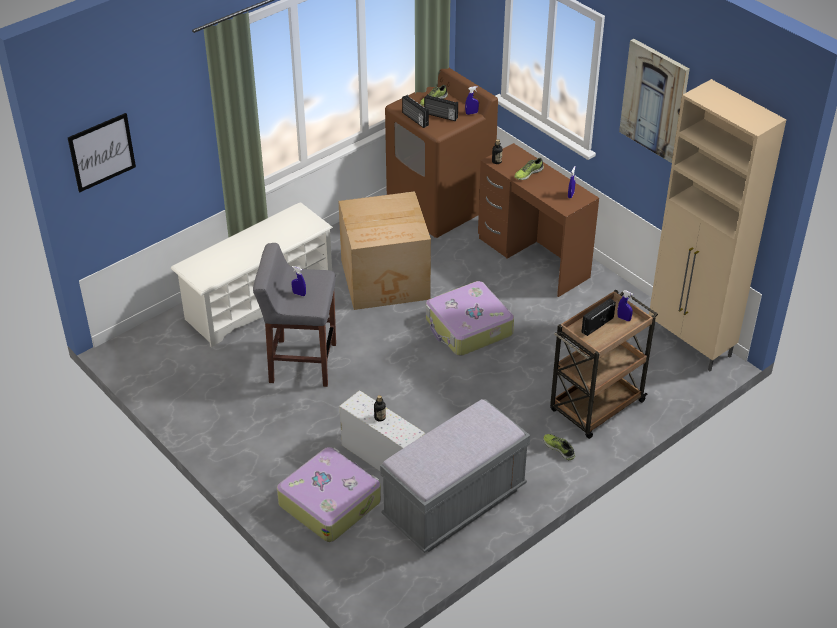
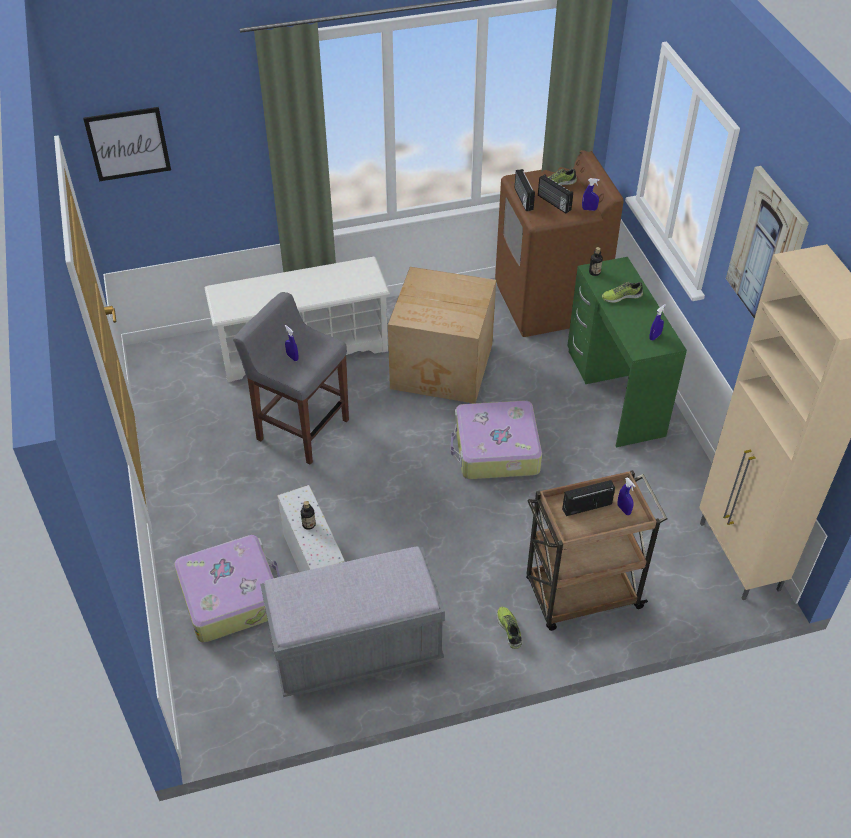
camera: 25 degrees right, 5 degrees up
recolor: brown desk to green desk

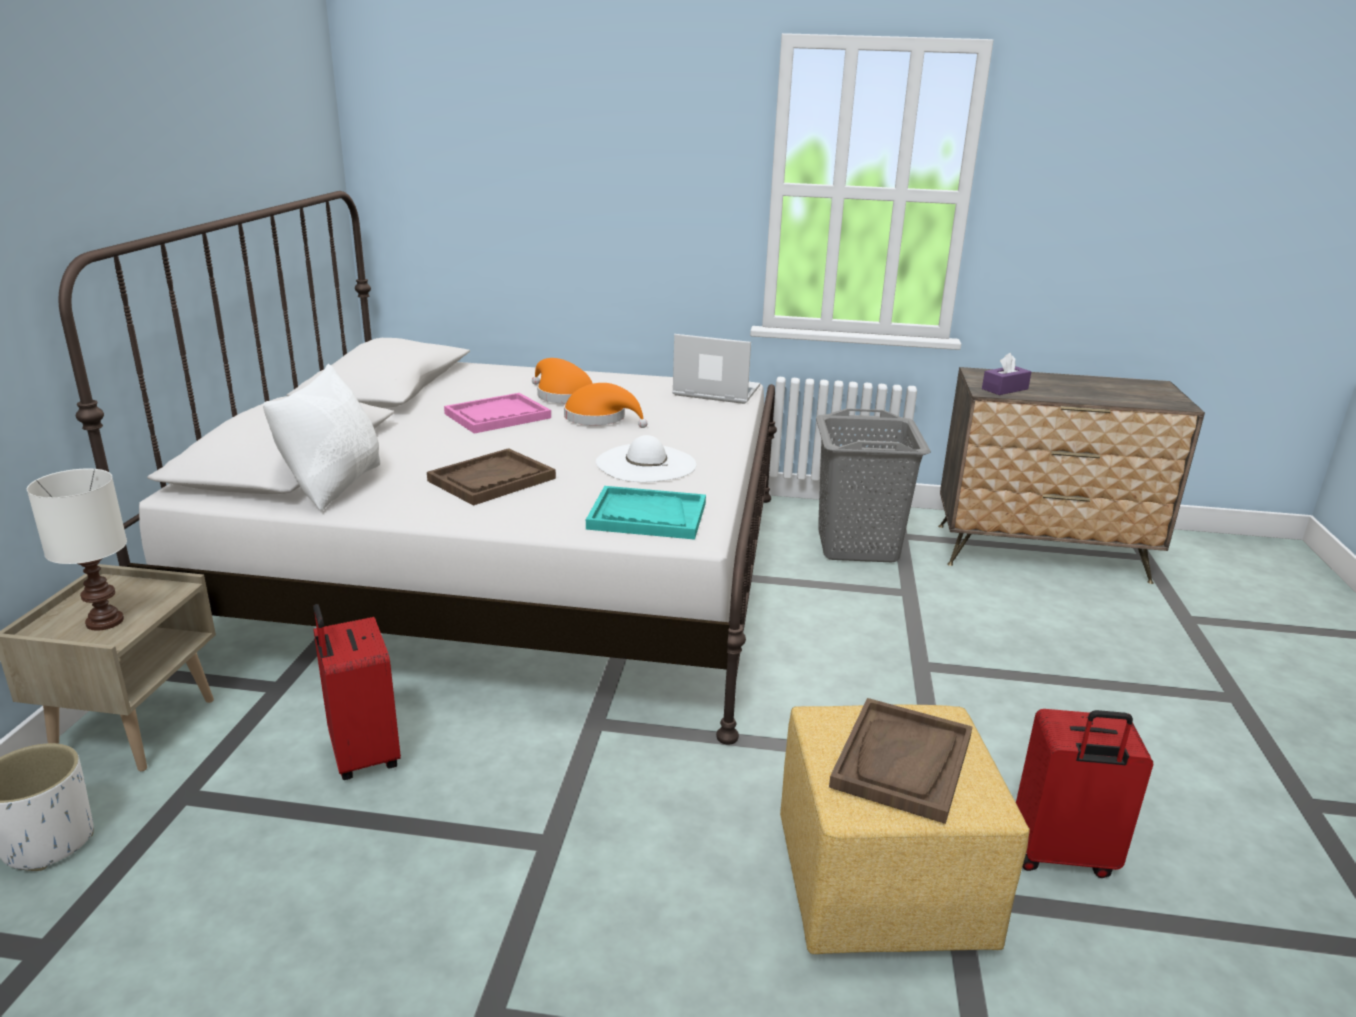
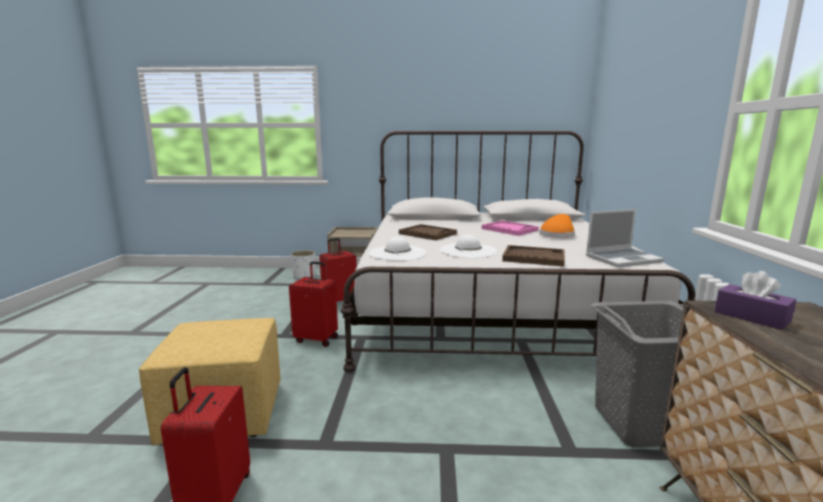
camera: 85 degrees right, 10 degrees down
delete: white table lamp; white pillow; orange hat (2nd from left)
insert: red suitcase (2nd from left)
move: brown tray (2nd from left)
replace: turquoise tray to white hat (1st from left)
rotate: laptop 60 degrees clockwise

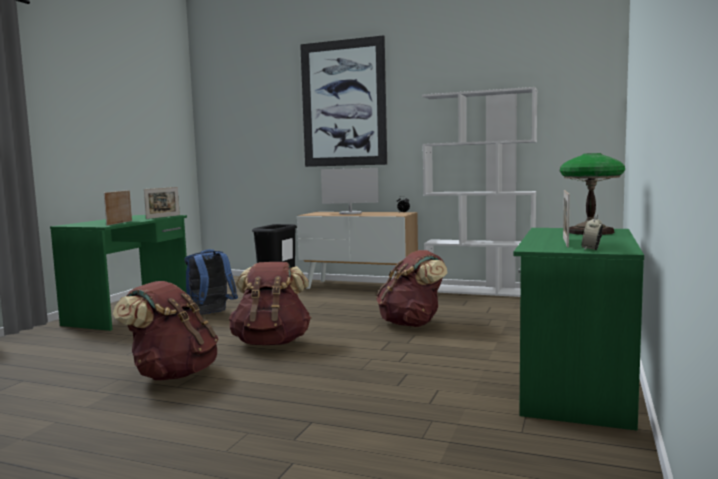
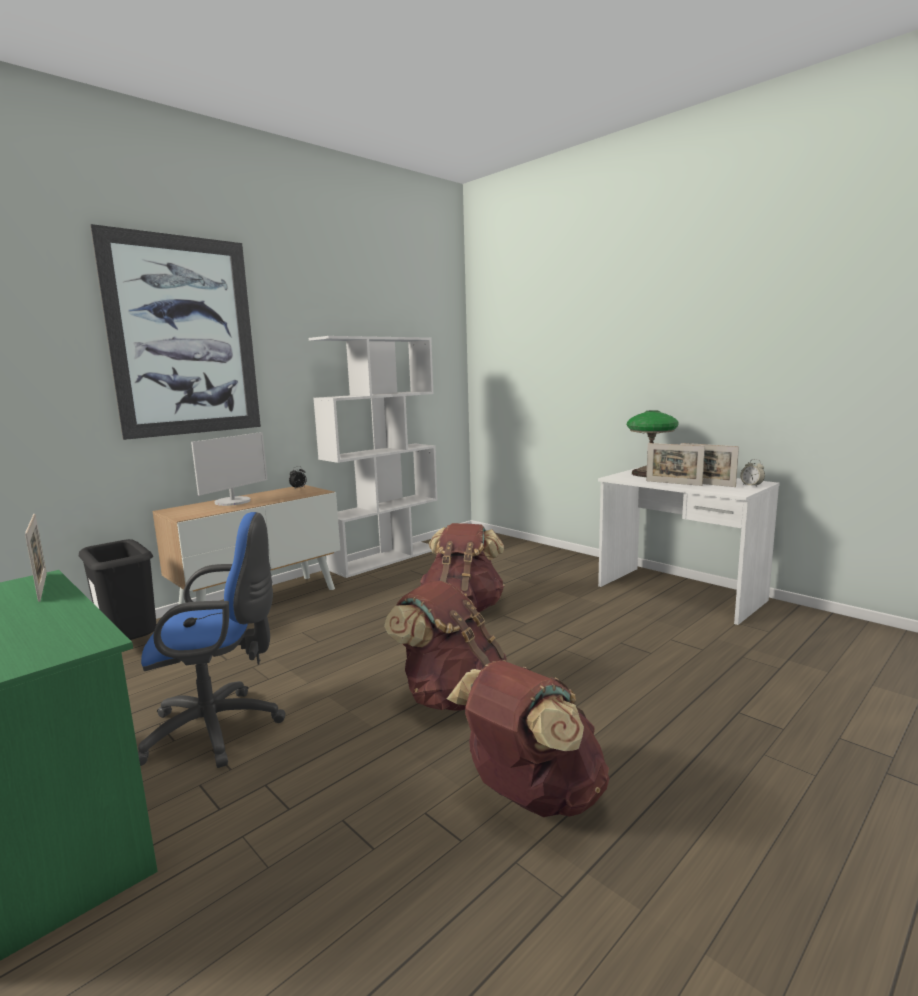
camera: 65 degrees left, 5 degrees up
move: picture frame (1st from left in the first image) to picture frame (2nd from left)
replace: blue backpack to blue office chair
recolor: green desk (2nd from left) to white desk

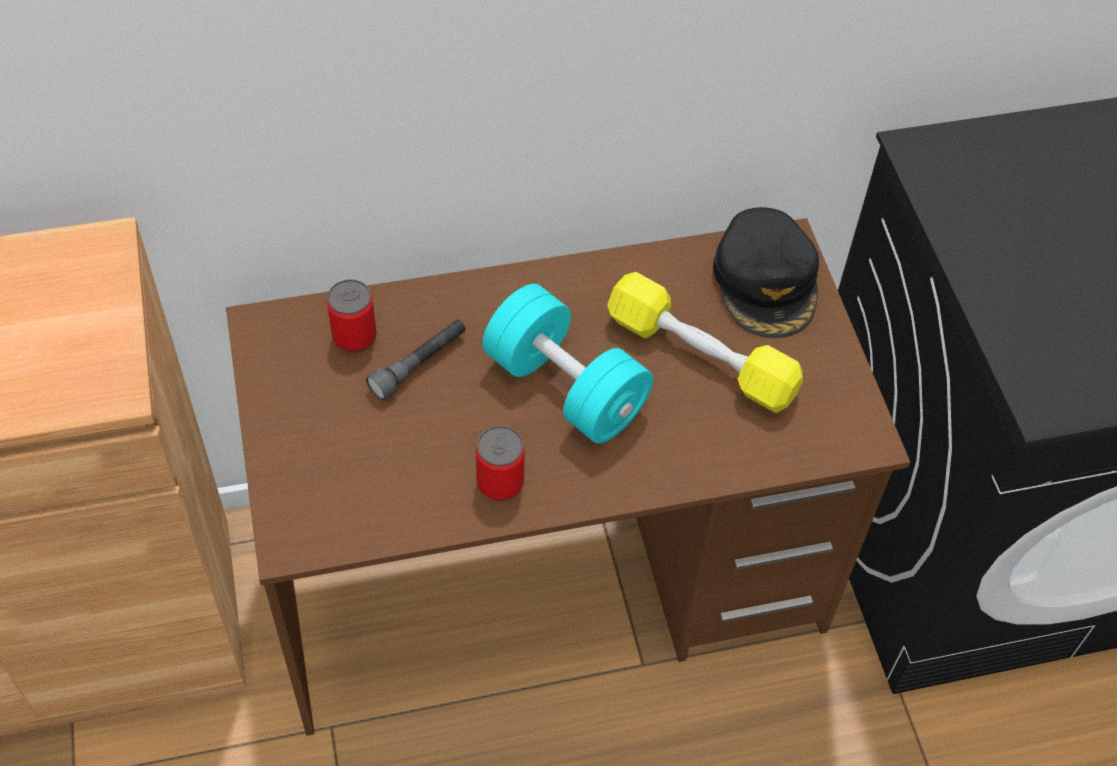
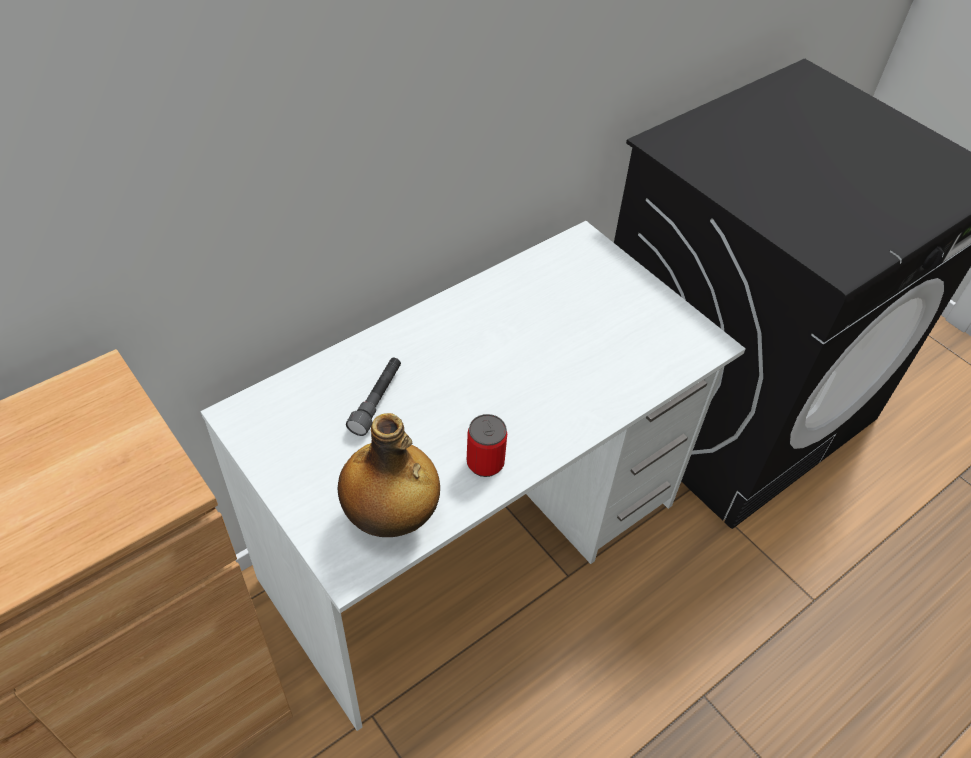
camera: 25 degrees left, 5 degrees down
delete: can (1st from left); turquoise dumbbell; yellow dumbbell; black cap
insert: bottle
recolor: brown desk to white desk

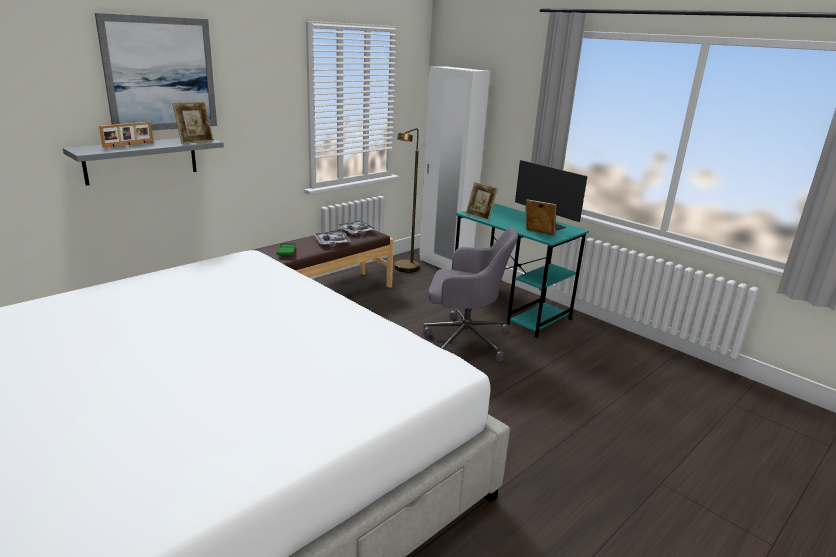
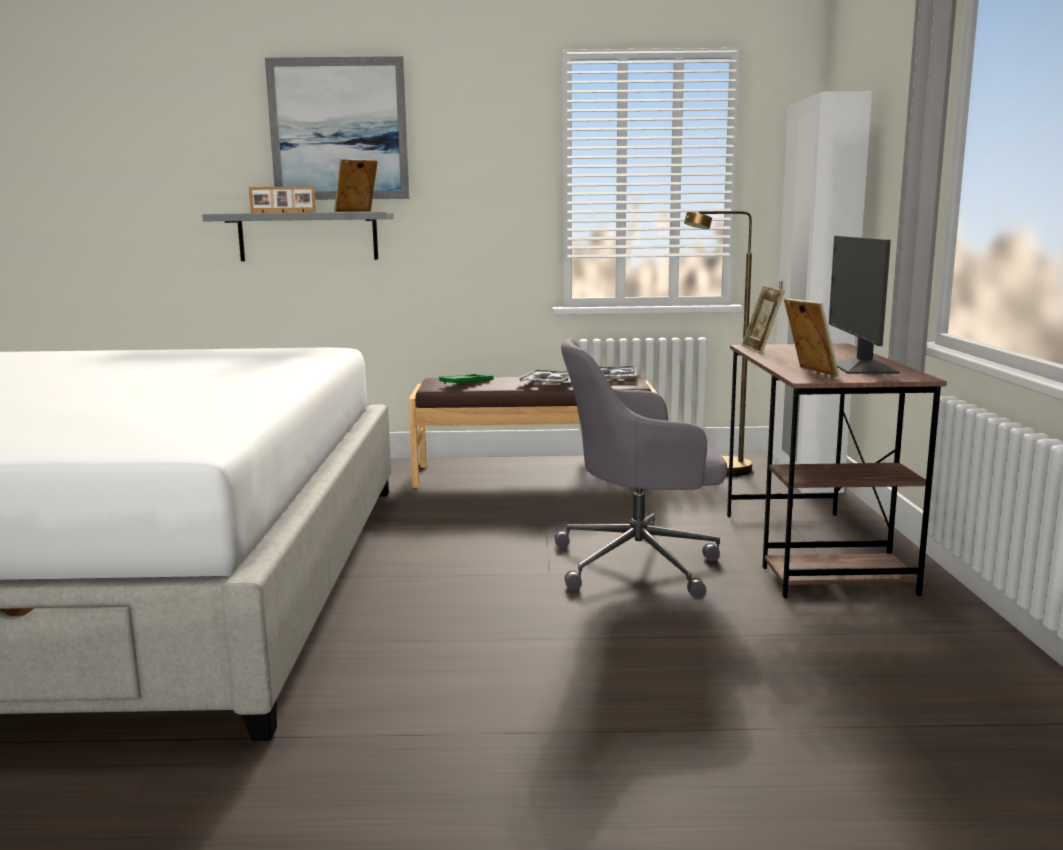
camera: 45 degrees right, 10 degrees down
recolor: turquoise desk to brown desk
rotate: picture frame (2nd from left) 135 degrees clockwise; grey office chair 120 degrees clockwise

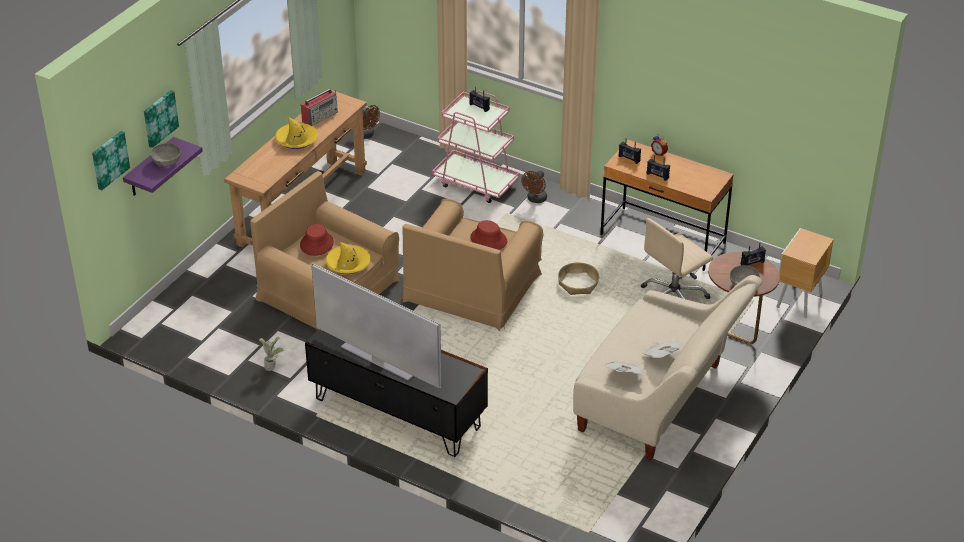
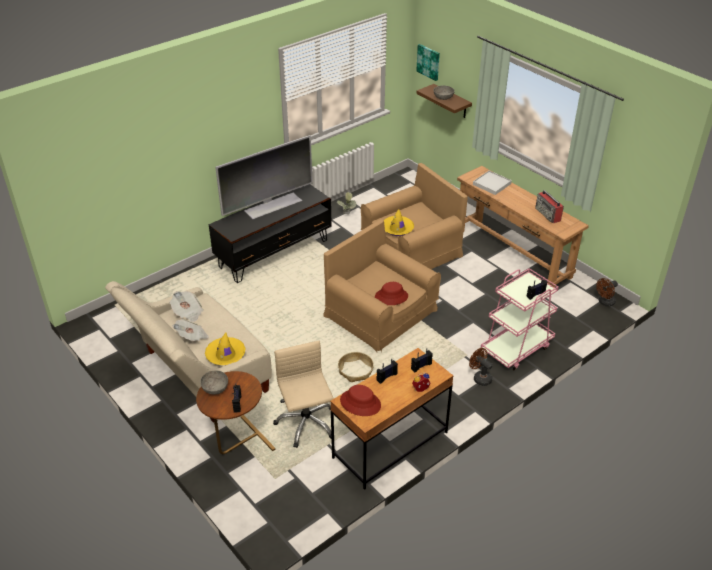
camera: 110 degrees right, 0 degrees up
delete: picture (2nd from left); brown nightstand
insert: white tray
move: yellow hat (1st from left); red hat (1st from left)
recolor: purple shelf to brown shelf

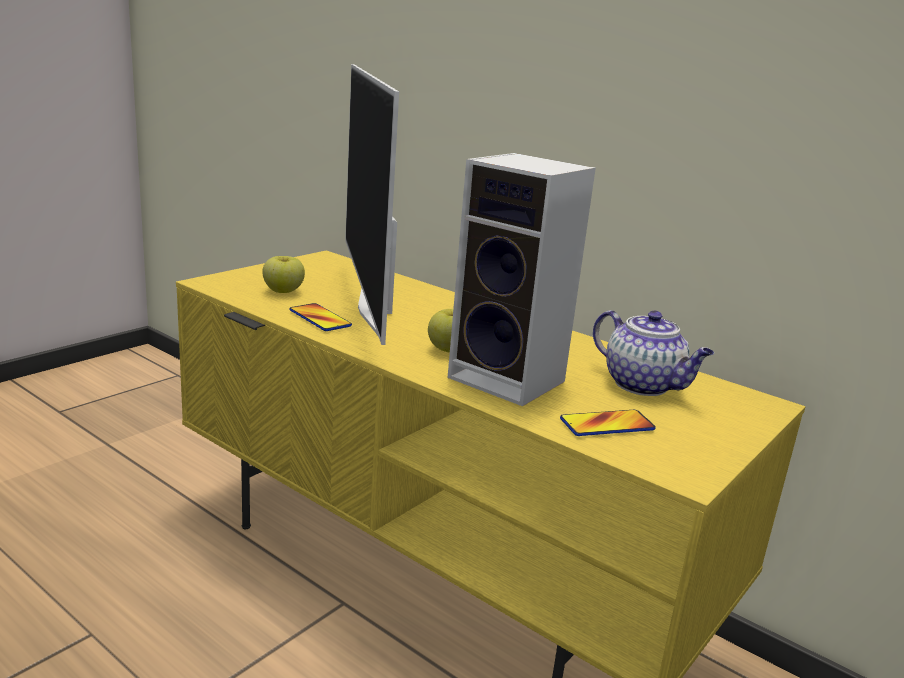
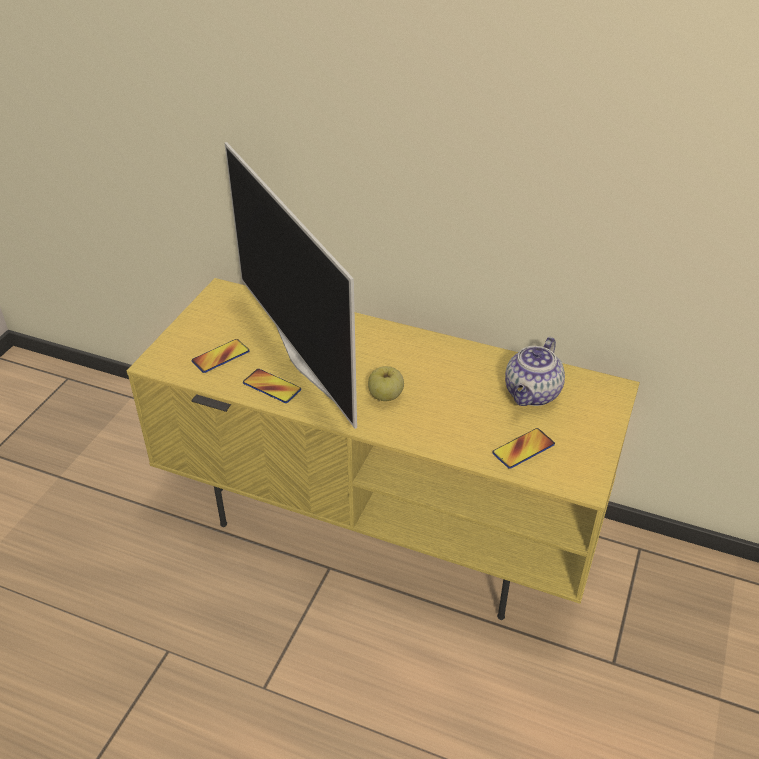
camera: 15 degrees left, 20 degrees up
delete: speaker
replace: apple (1st from left) to phone (1st from left)
rotate: teapot 90 degrees clockwise

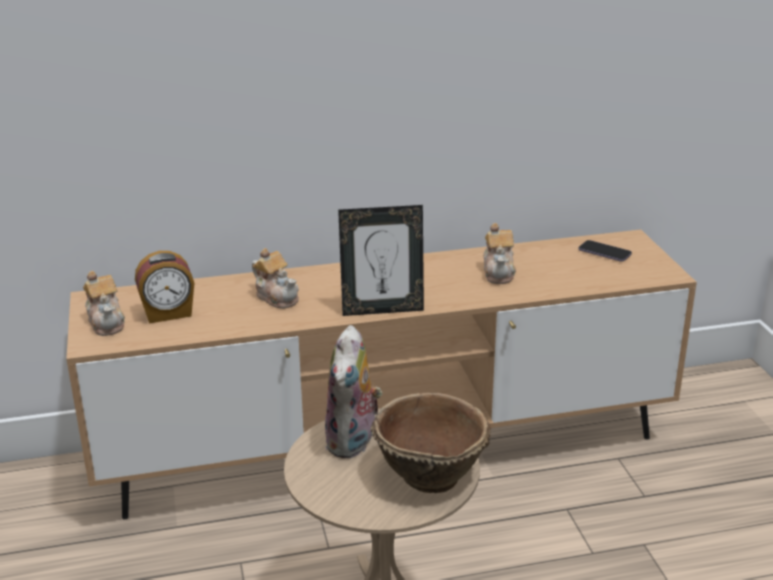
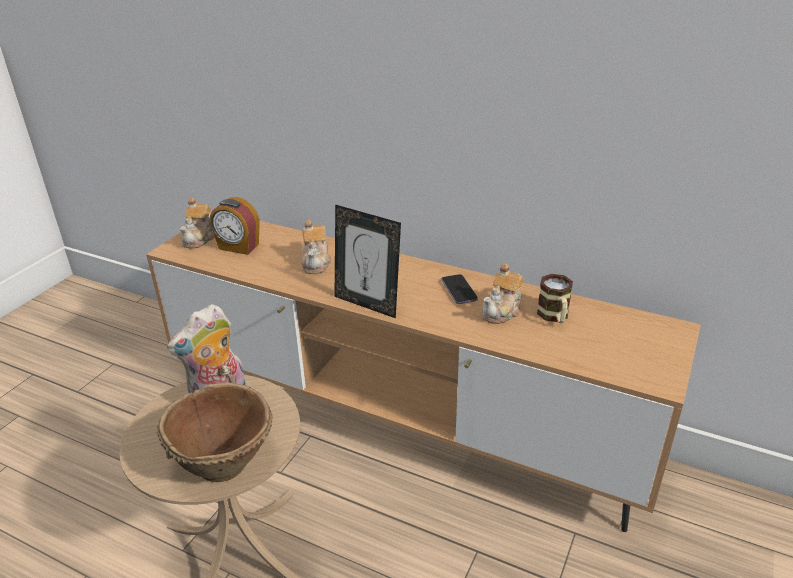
camera: 40 degrees right, 5 degrees up
insert: mug
move: phone

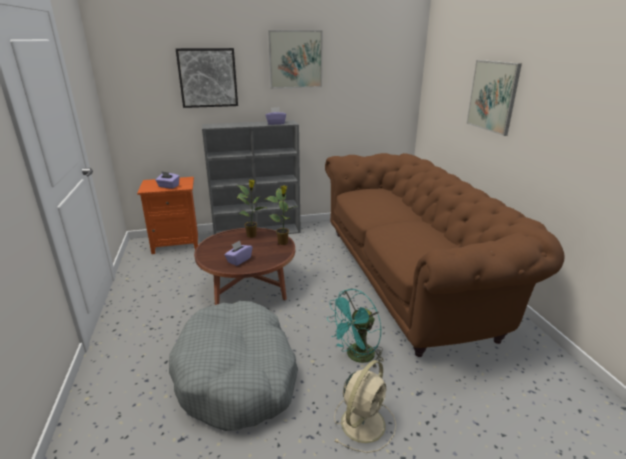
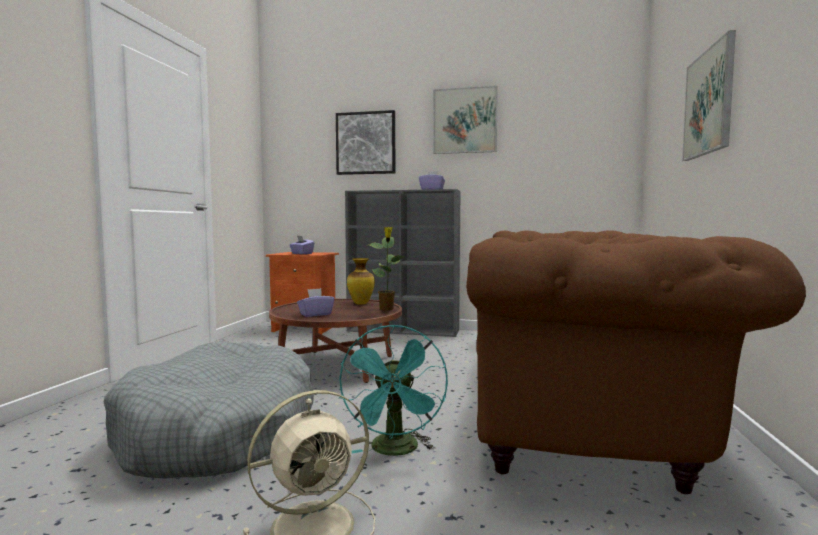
camera: 25 degrees right, 20 degrees down
replace: potted plant (1st from left) to vase
rotate: turquoise fan 75 degrees counterclockwise

